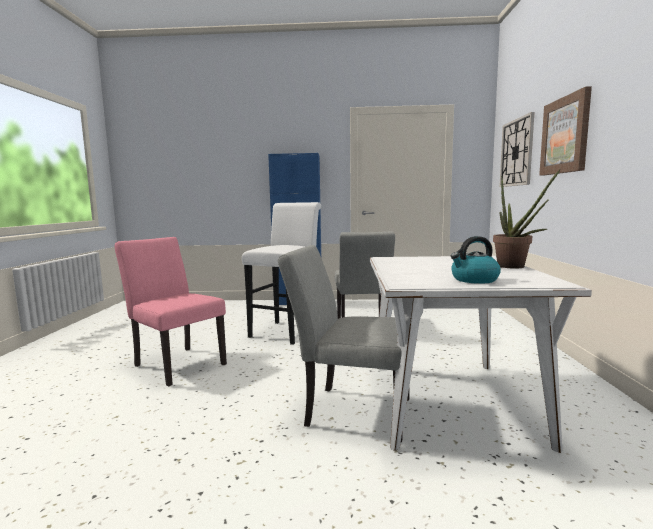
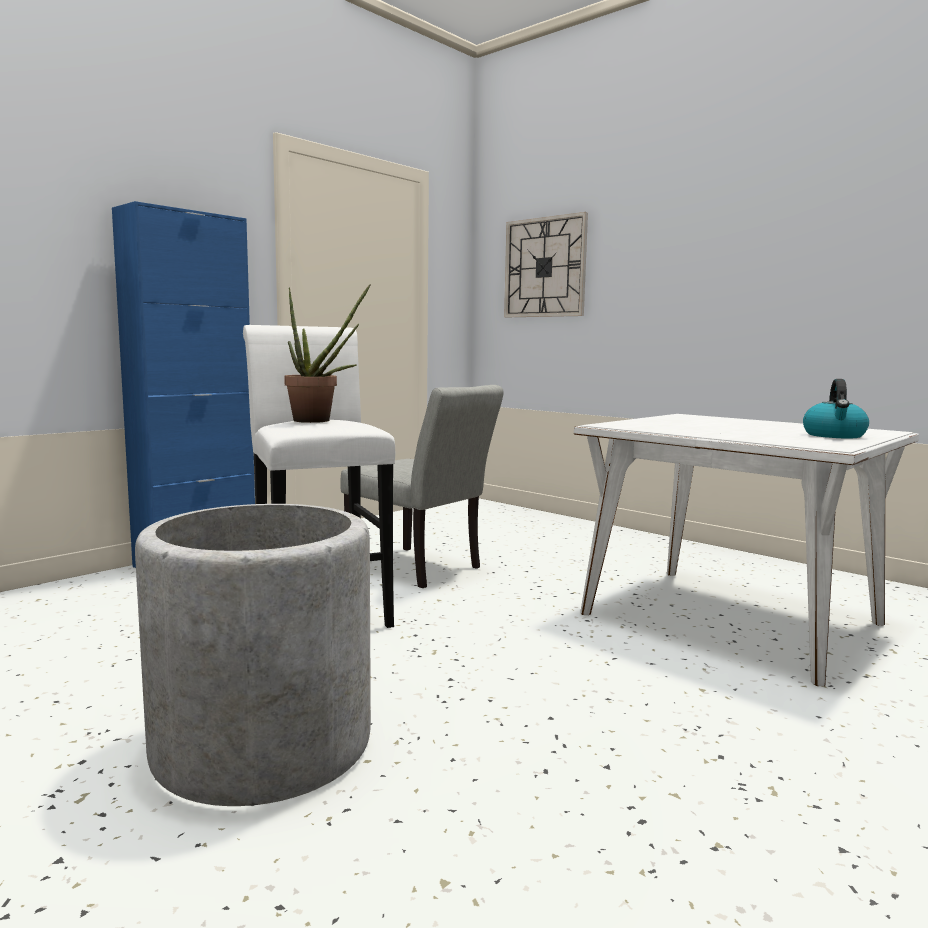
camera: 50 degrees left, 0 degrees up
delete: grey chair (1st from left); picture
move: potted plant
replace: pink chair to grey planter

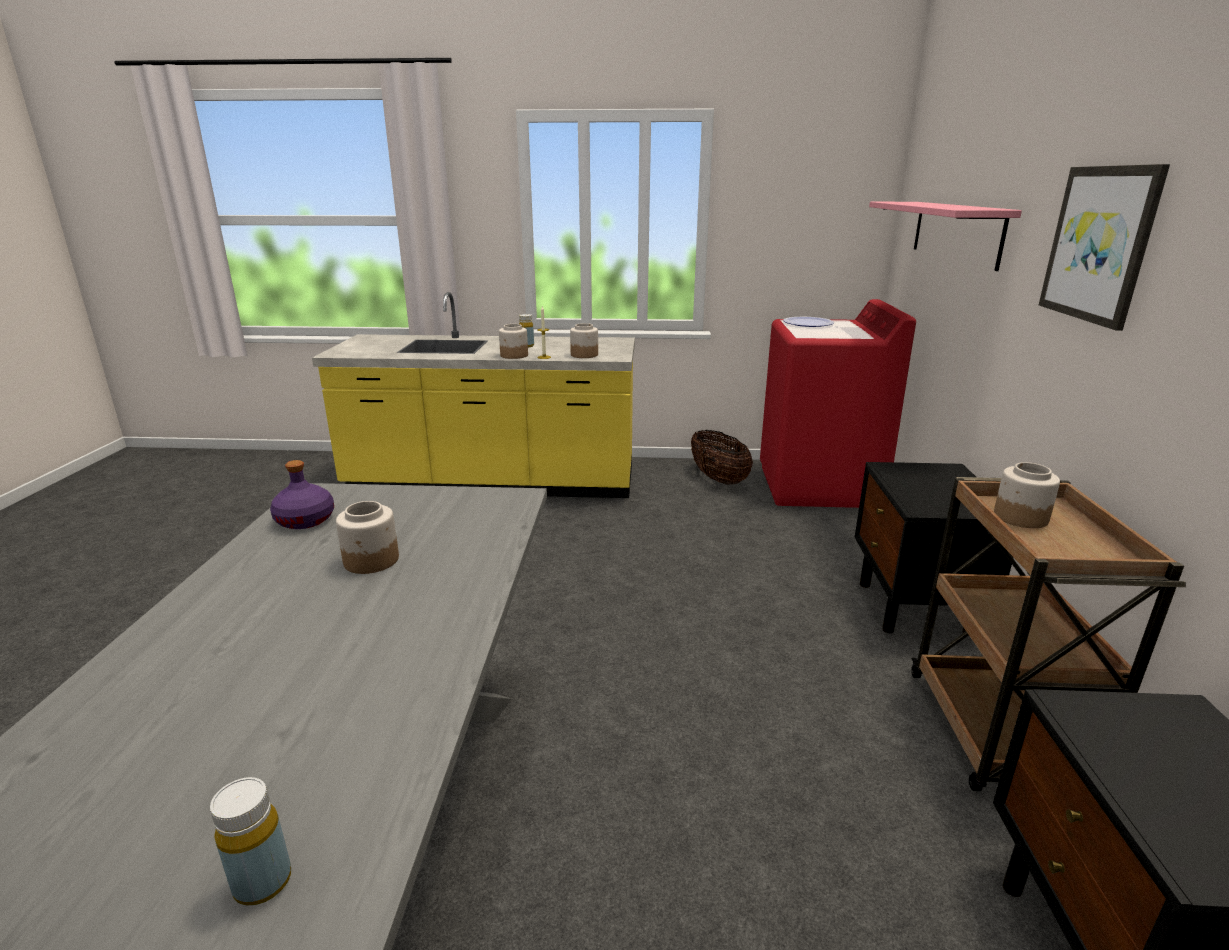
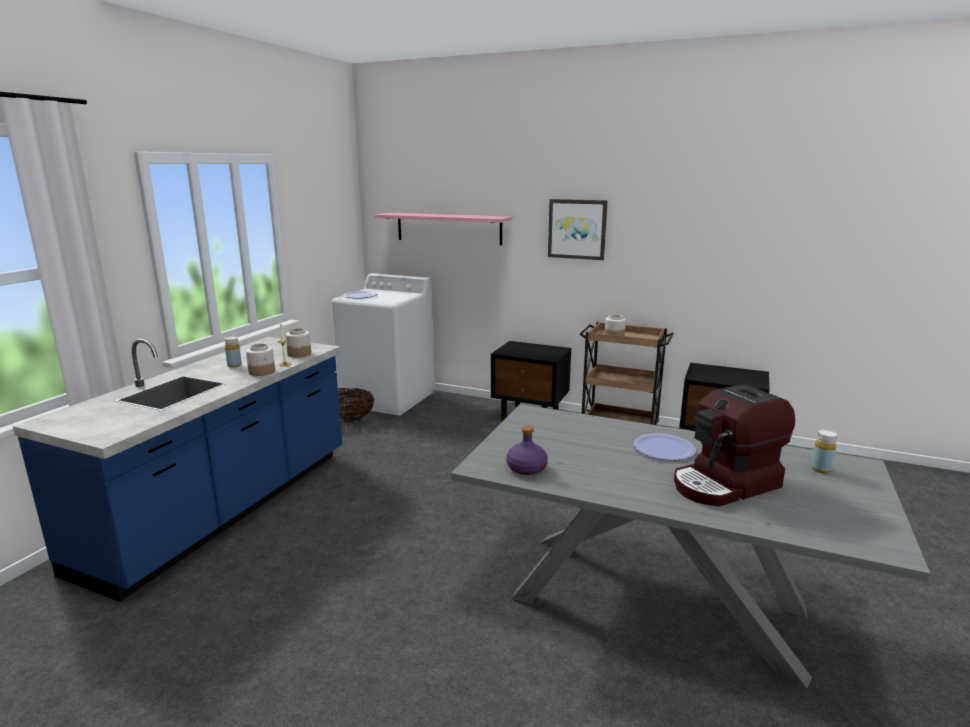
camera: 70 degrees left, 5 degrees down
delete: jar (1st from left)
insert: plate (2nd from left); coffee machine
recolor: yellow counter to blue counter; red washing machine to white washing machine

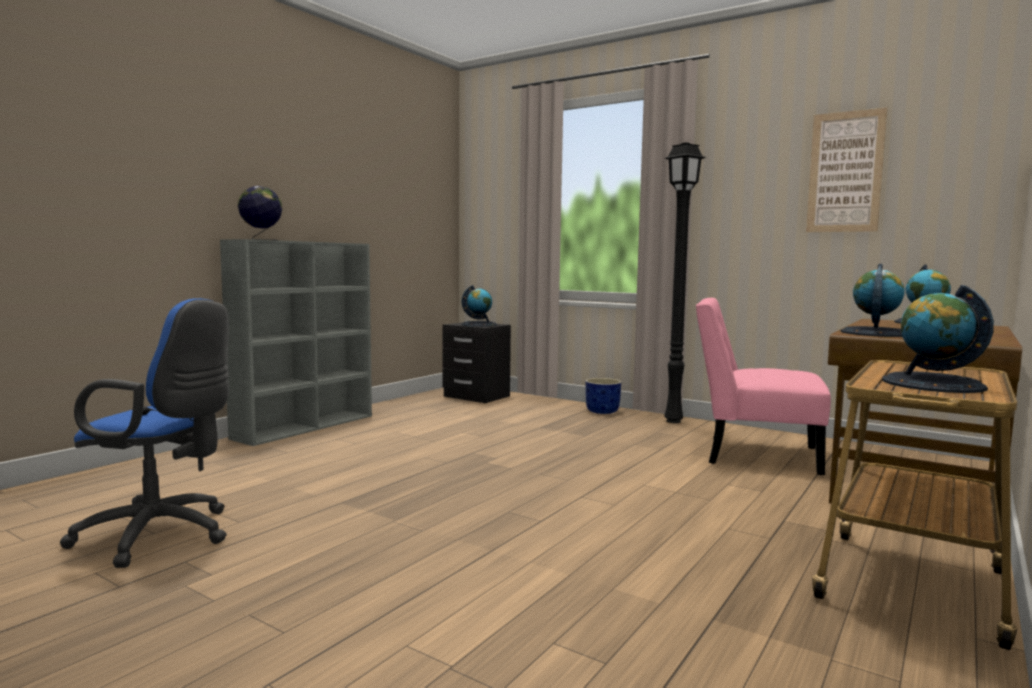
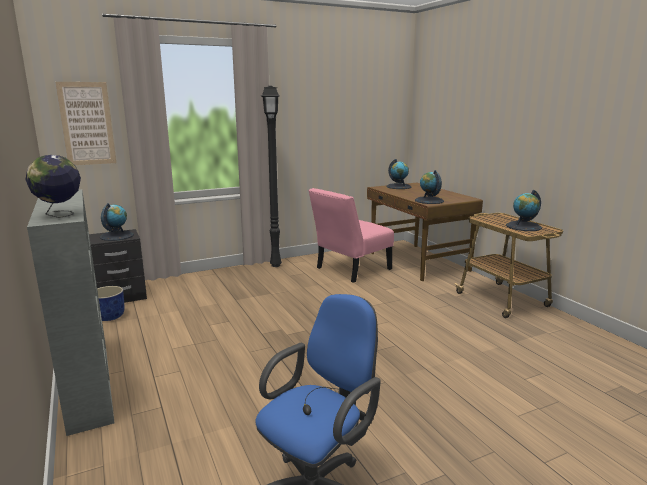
camera: 60 degrees left, 10 degrees up
move: blue planter; picture

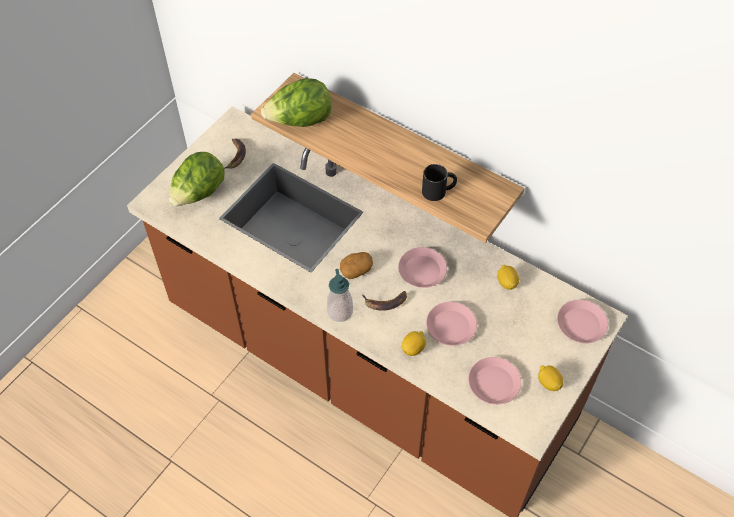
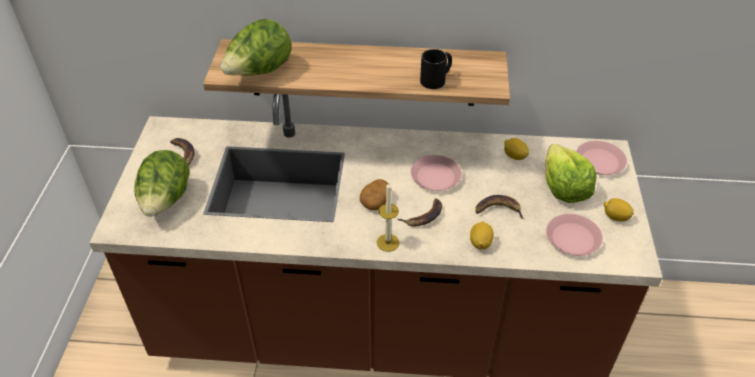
camera: 30 degrees left, 10 degrees down
insert: lettuce (3rd from left)
replace: soap dispenser to candle; pink plate (2nd from left) to banana (3rd from left)

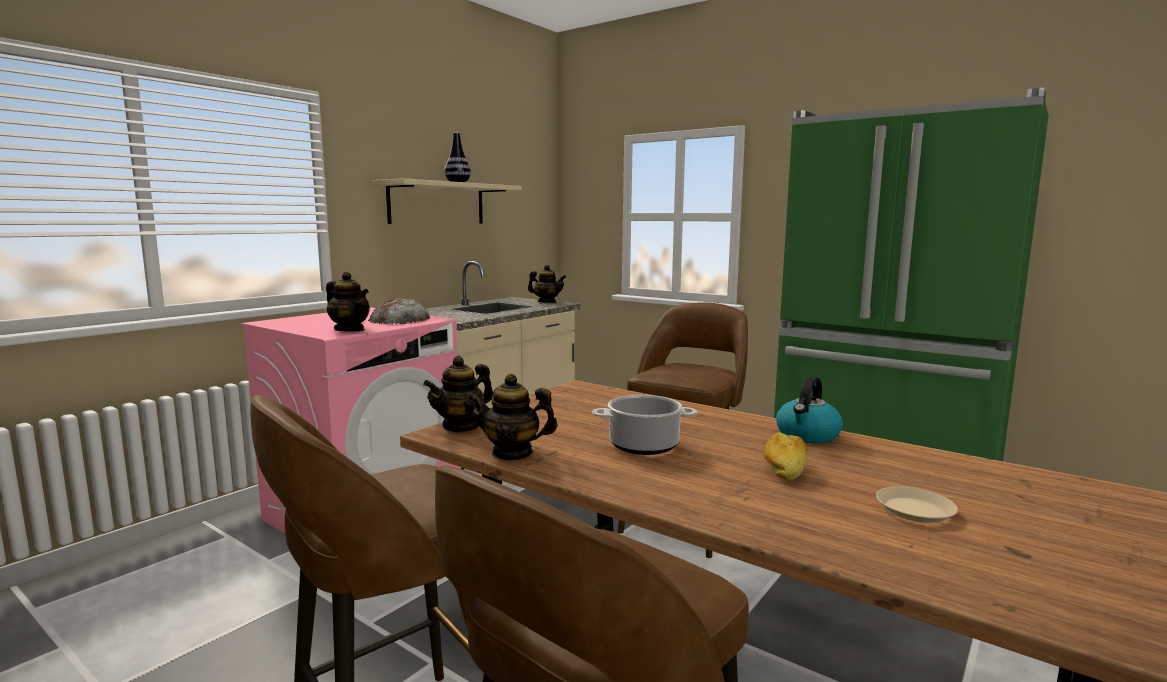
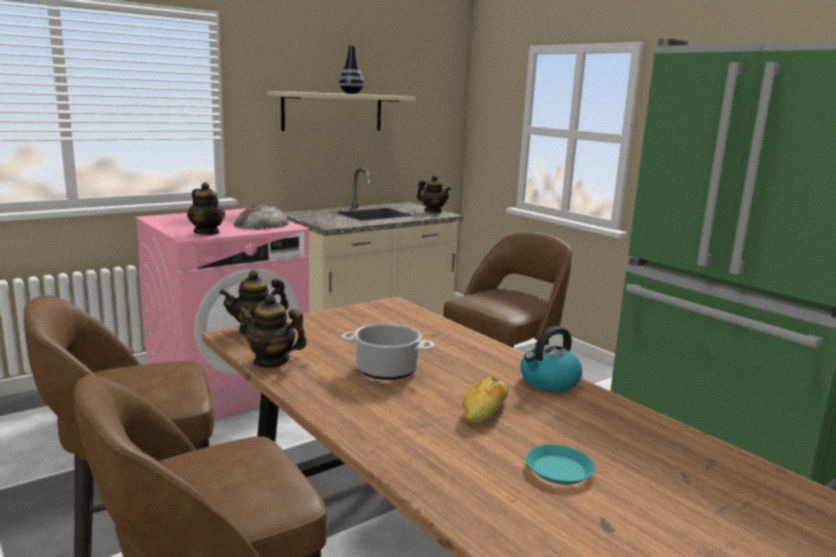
camera: 15 degrees right, 5 degrees up
recolor: beige plate to turquoise plate

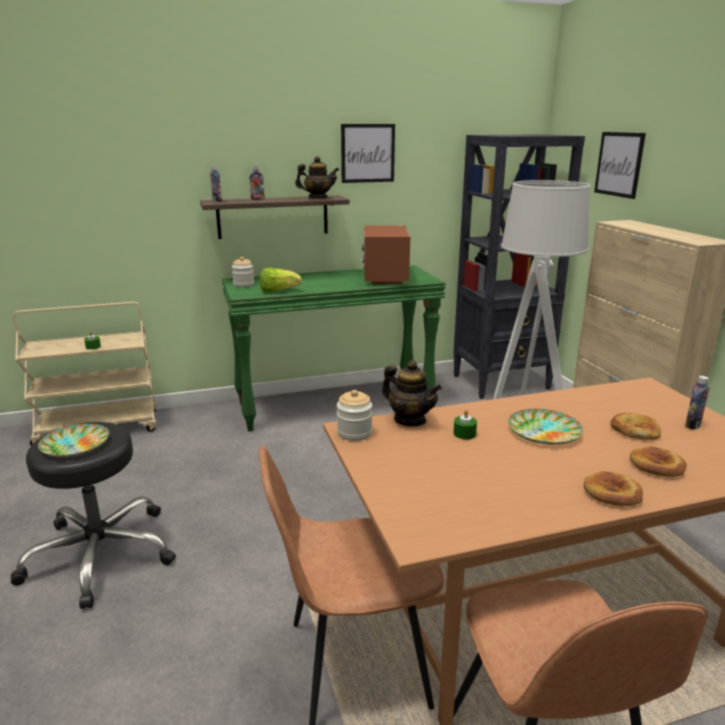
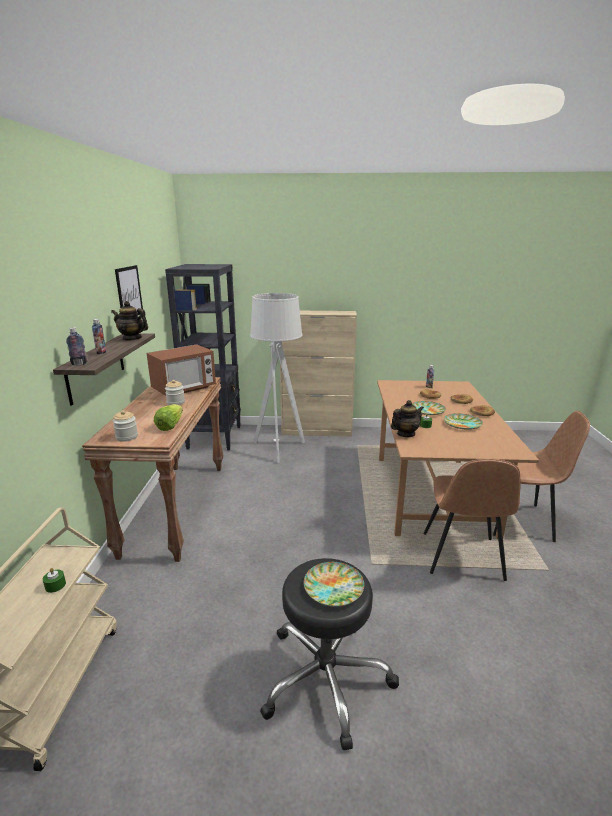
camera: 70 degrees left, 0 degrees up
delete: picture (2nd from left)
insert: plate (3rd from left)
move: jar (2nd from left)
recolor: green console table to brown console table
rotate: teapot (1st from left) 90 degrees counterclockwise; microwave 60 degrees counterclockwise

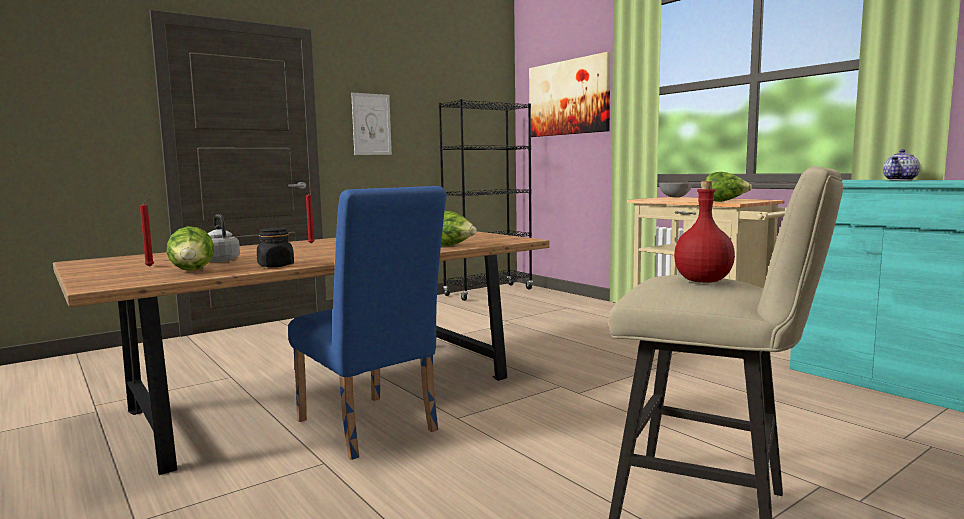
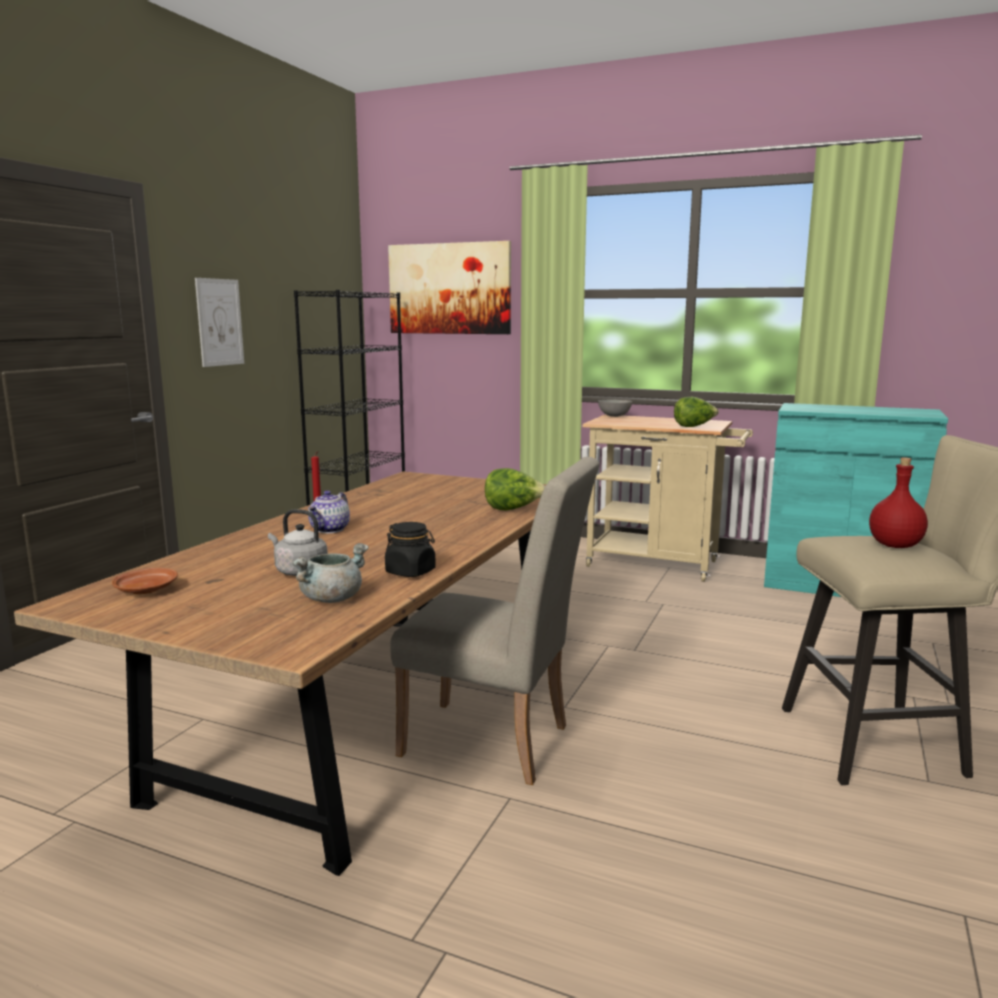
camera: 30 degrees left, 5 degrees up
delete: red candle (1st from left)
insert: brown plate
move: teapot
replace: lettuce (1st from left) to grey cooking pot
recolor: blue chair to beige chair

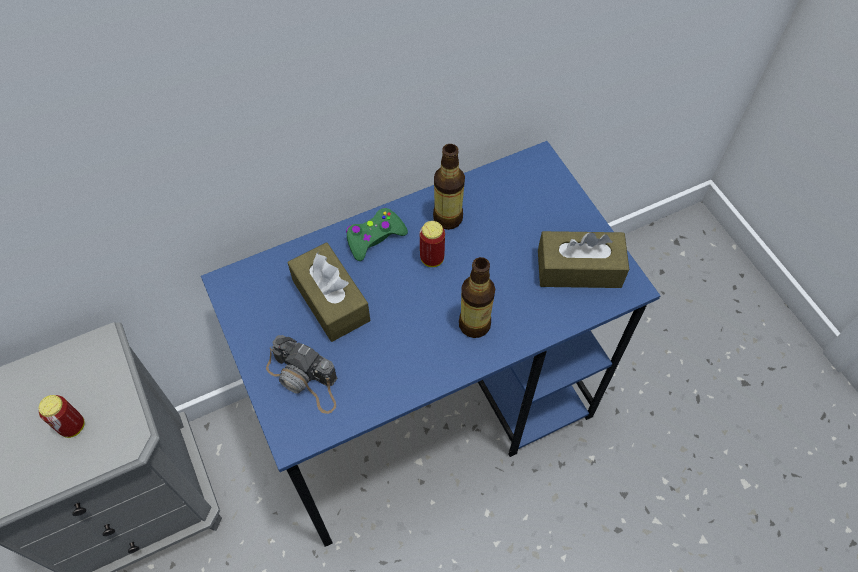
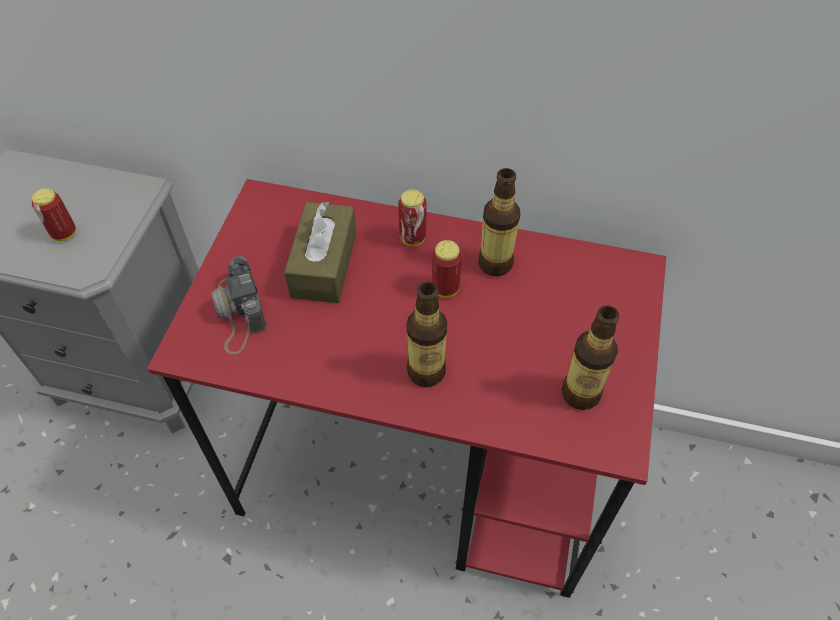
camera: 40 degrees right, 5 degrees down
replace: green game controller to can (2nd from left); brown tissue box (2nd from left) to bottle (3rd from left)
recolor: blue desk to red desk

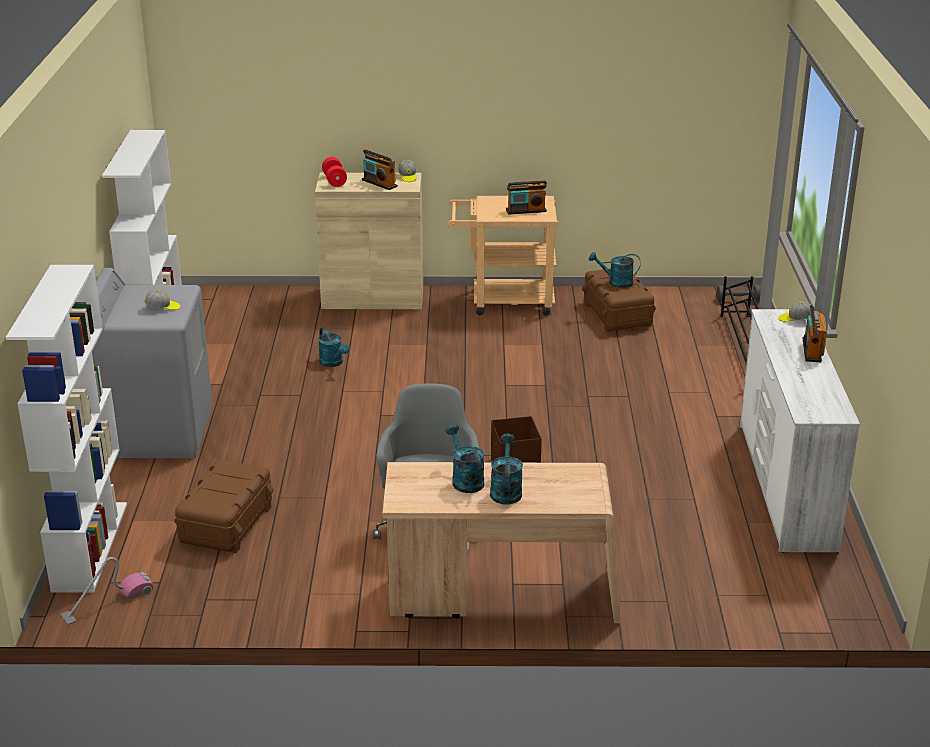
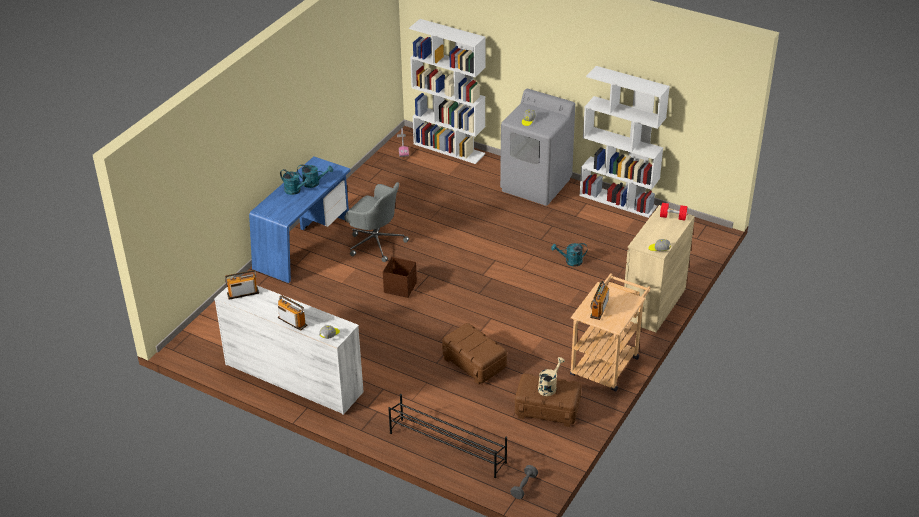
camera: 120 degrees right, 10 degrees up
move: brown storage box (1st from left in the first image) to brown storage box (2nd from left); radio (1st from left)
recolor: beige desk to blue desk; turquoise watering can (4th from left) to beige watering can

